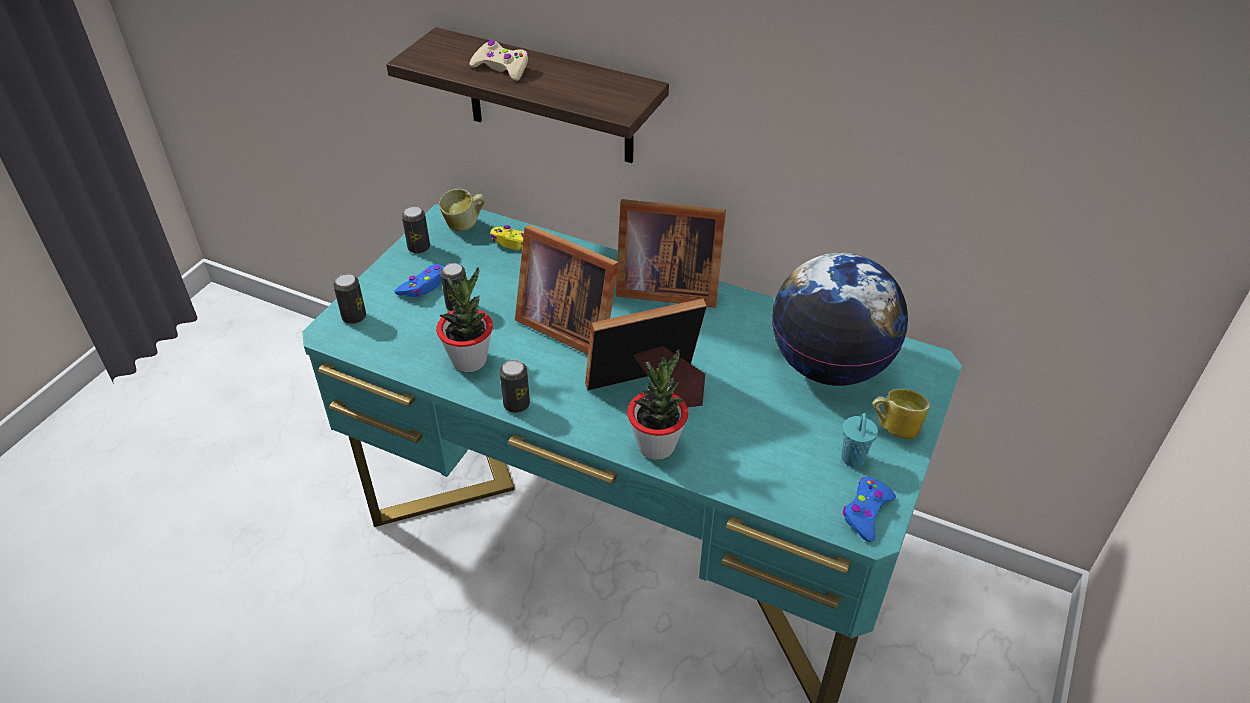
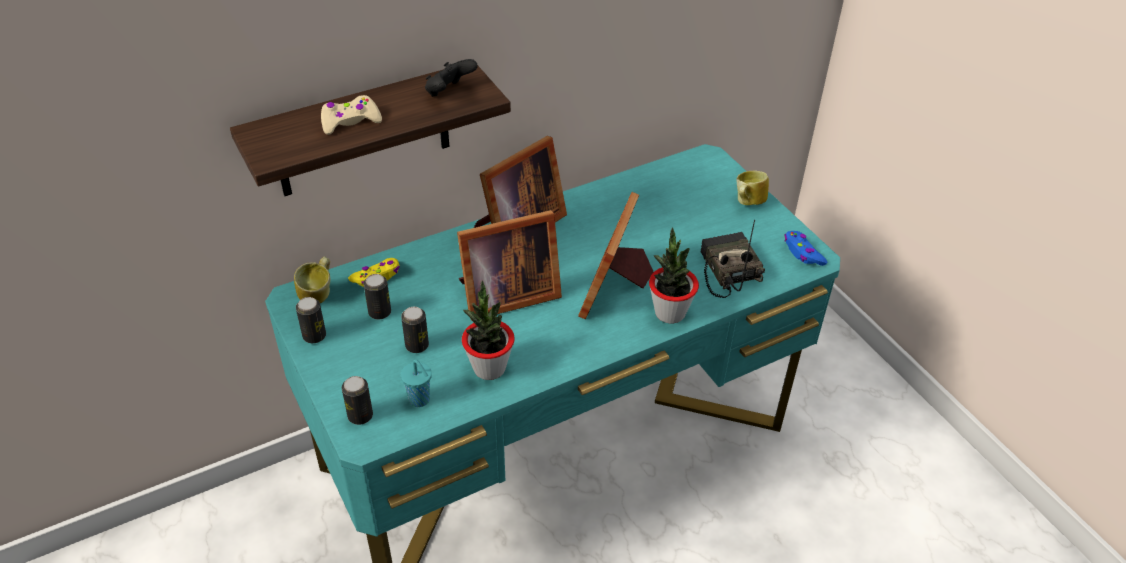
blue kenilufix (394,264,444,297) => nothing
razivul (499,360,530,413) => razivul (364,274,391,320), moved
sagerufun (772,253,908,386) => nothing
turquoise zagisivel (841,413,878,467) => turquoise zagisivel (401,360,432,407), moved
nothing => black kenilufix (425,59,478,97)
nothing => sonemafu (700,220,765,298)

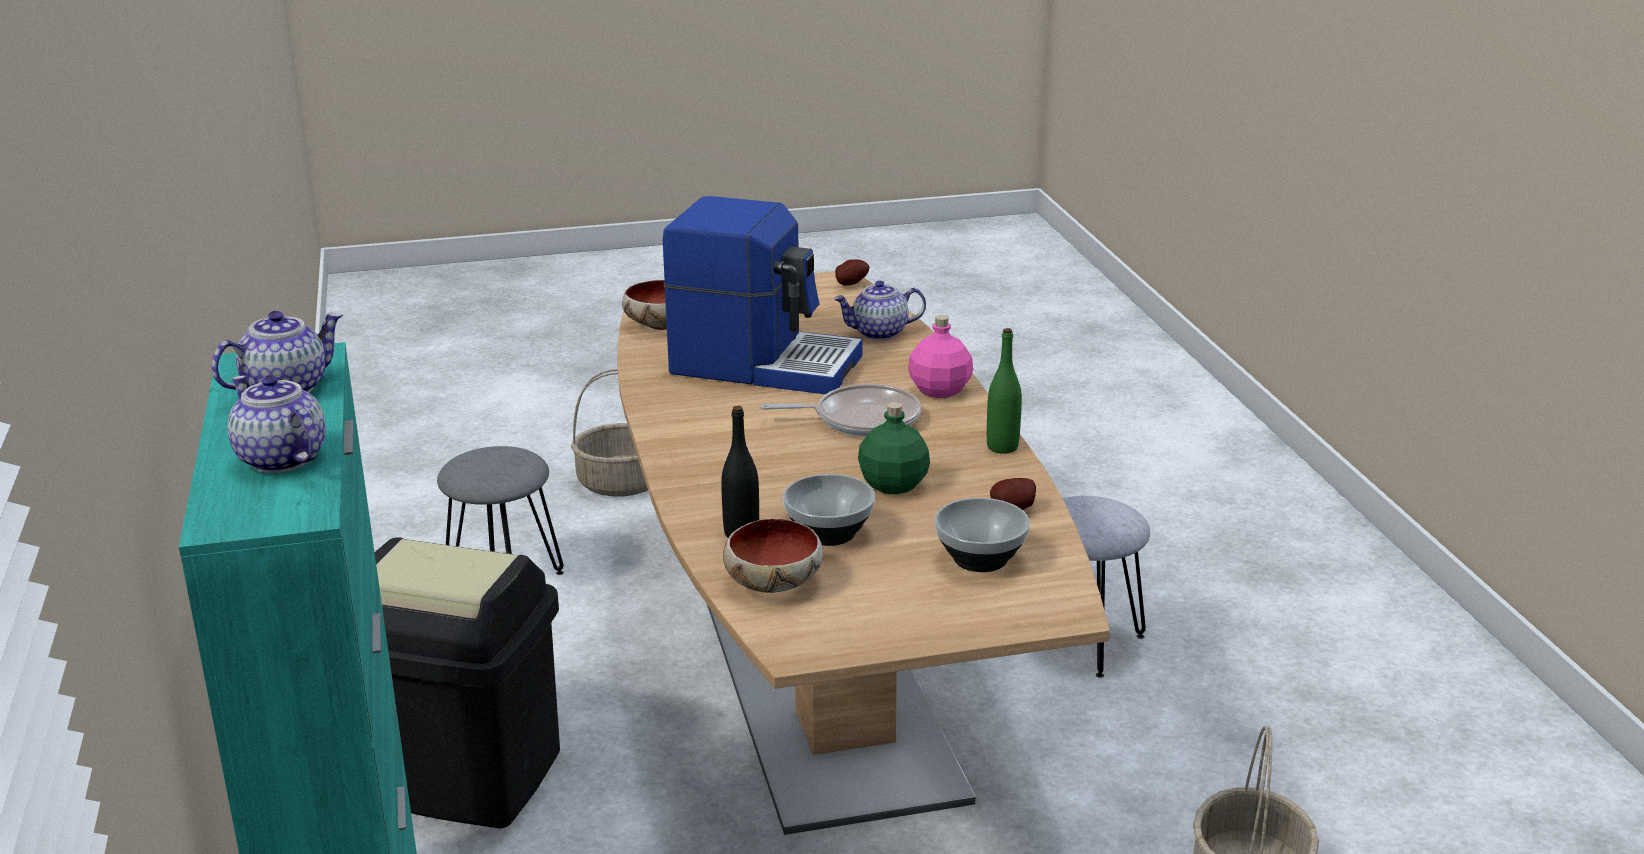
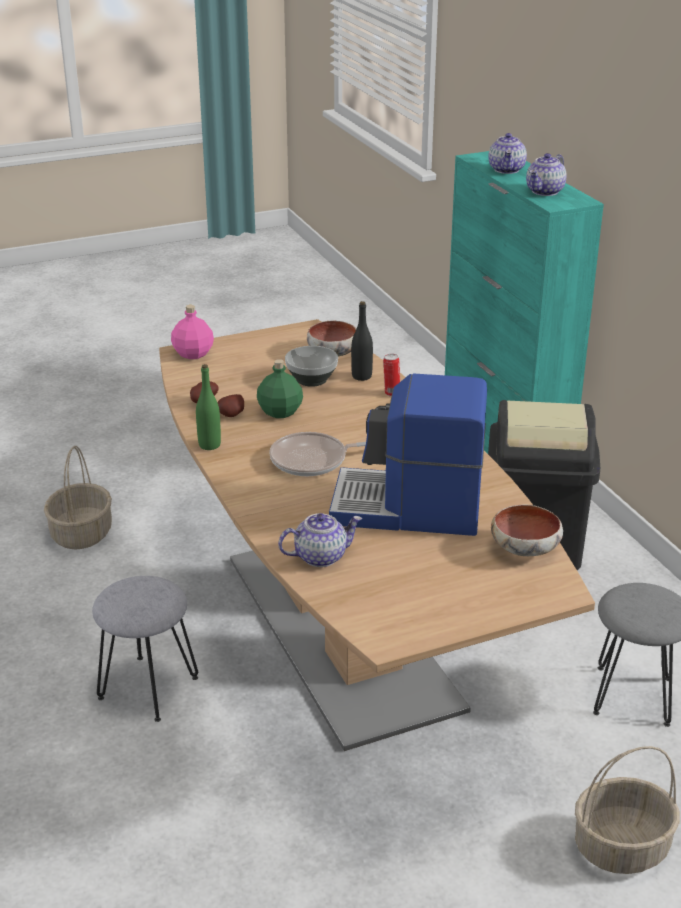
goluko (228,375,326,473) => goluko (488,133,527,174), 60 degrees clockwise
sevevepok (835,259,870,286) => sevevepok (217,394,244,417), moved
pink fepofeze (908,315,973,398) => pink fepofeze (171,305,214,359), moved
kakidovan (935,498,1030,572) => nothing
nothing => razivul (383,354,400,396)

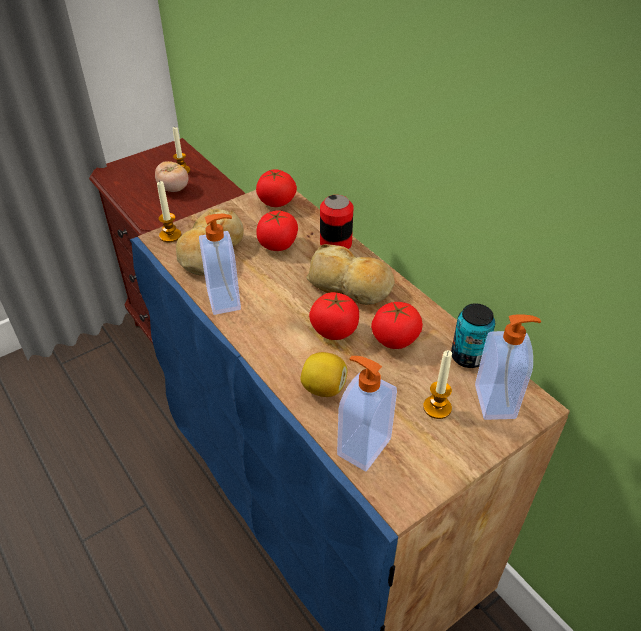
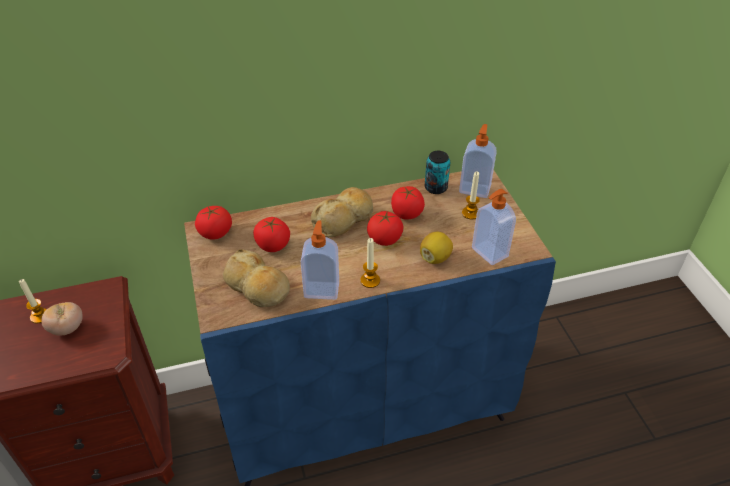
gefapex (157,181,181,242) => gefapex (360,238,380,288), moved
razivul (320,195,353,249) => nothing

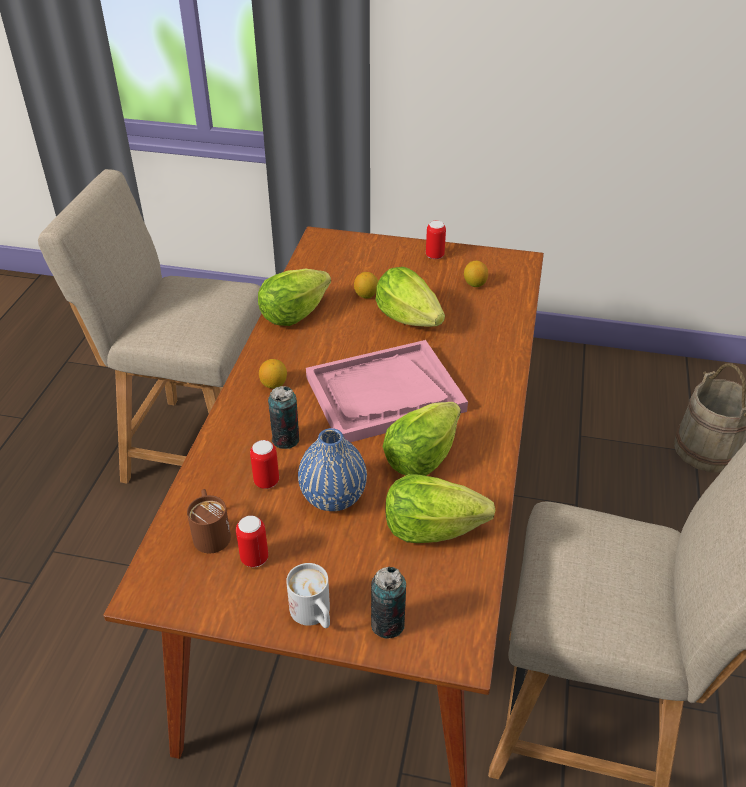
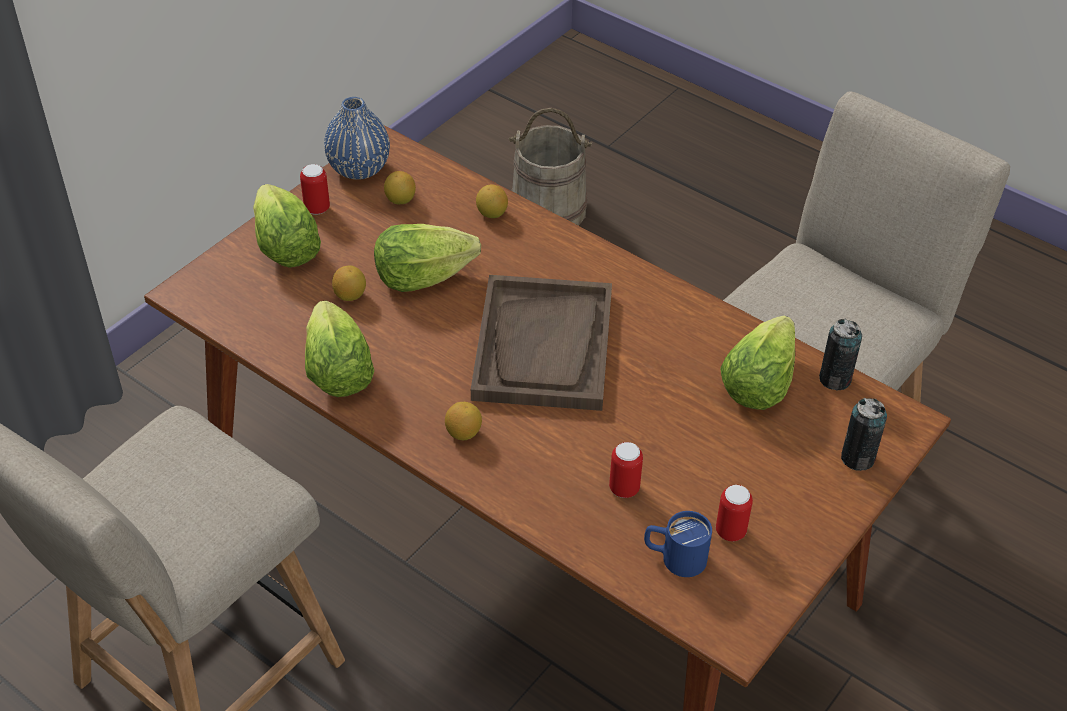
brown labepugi (187,489,231,553) => blue labepugi (644,511,712,577)
razivul (268,386,299,449) => razivul (819,319,862,390), moved
white labepugi (286,563,330,628) => nothing
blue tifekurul (298,428,367,511) => blue tifekurul (324,97,390,180), moved
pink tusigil (306,340,468,442) => brown tusigil (471,275,612,411)
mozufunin (383,402,461,476) => mozufunin (253,184,321,268), moved
nothing => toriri (476,184,508,218)

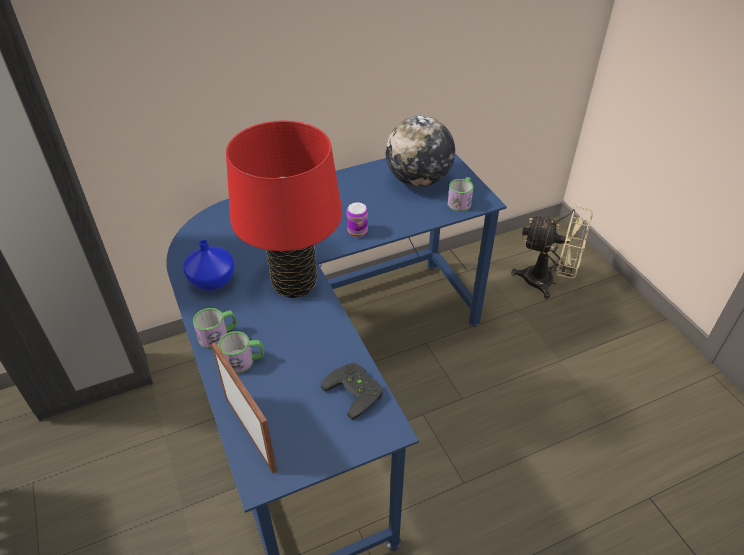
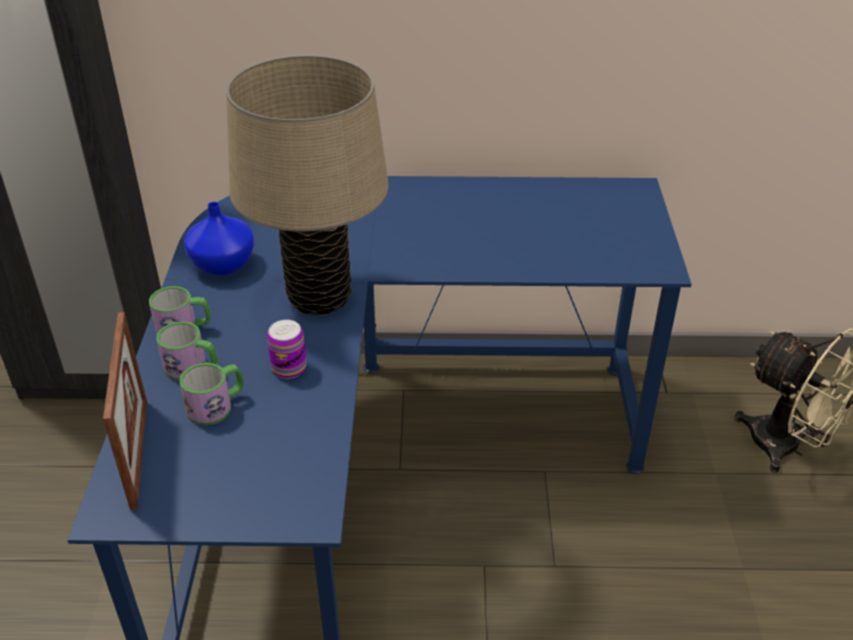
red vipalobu (226,121,342,298) => beige vipalobu (226,55,389,315)
black kenilufix (321,362,383,420) => nothing
razivul (347,202,368,237) => razivul (267,320,307,379), moved
sagerufun (385,116,455,187) => nothing
labepugi (448,177,474,212) => labepugi (180,363,244,425), moved

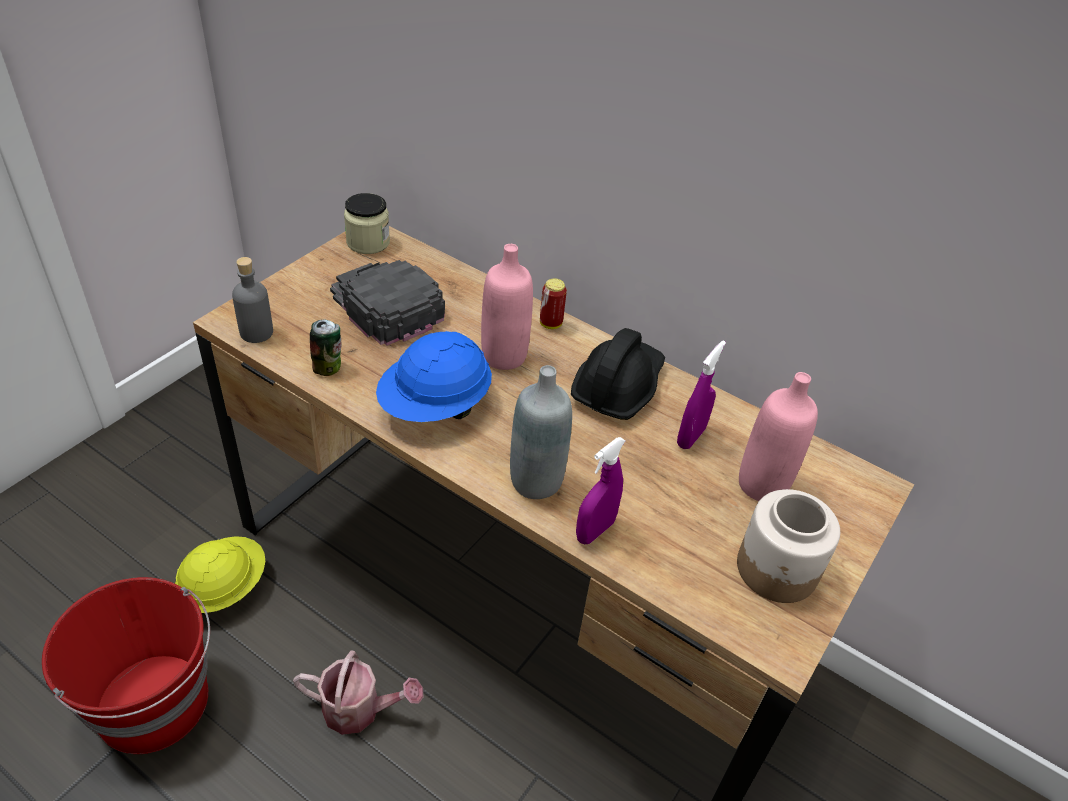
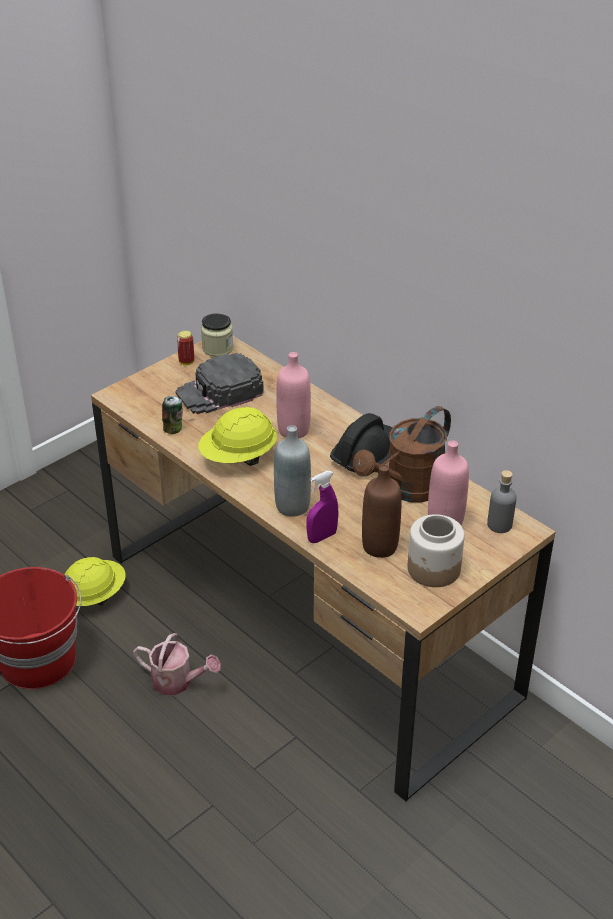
grey fepofeze (232,257,273,343) => grey fepofeze (487,470,517,533), moved
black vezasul (330,260,445,346) => black vezasul (175,353,264,414), 90 degrees counterclockwise
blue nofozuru (376,331,492,422) => yellow nofozuru (199,407,277,466)
razivul (540,278,567,329) => razivul (177,331,194,365), moved
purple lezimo (677,341,726,449) => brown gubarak (353,406,451,502)
nothing => brown fepofeze (362,464,401,558)

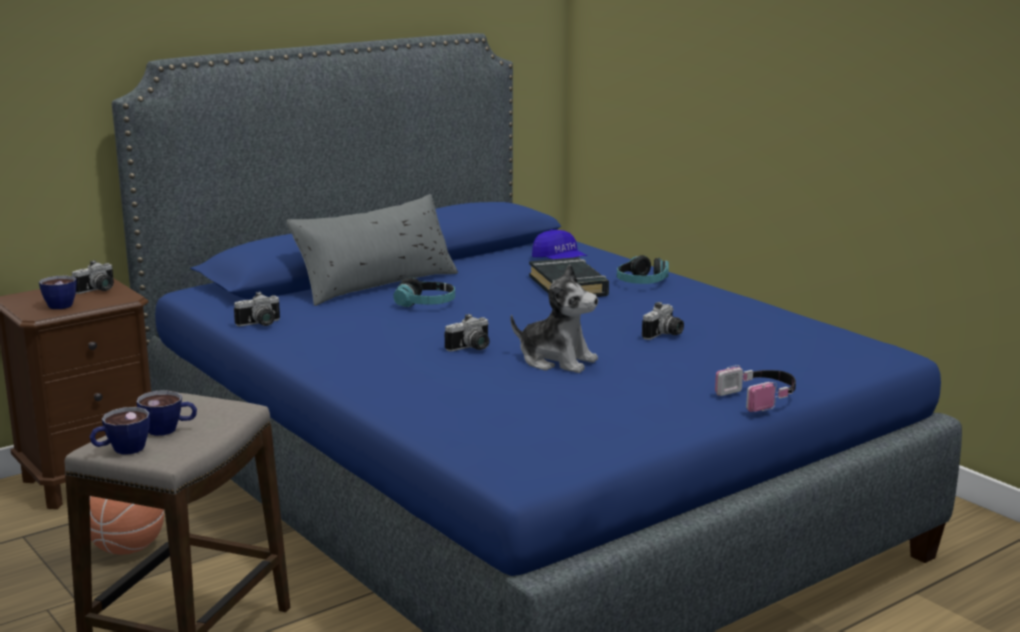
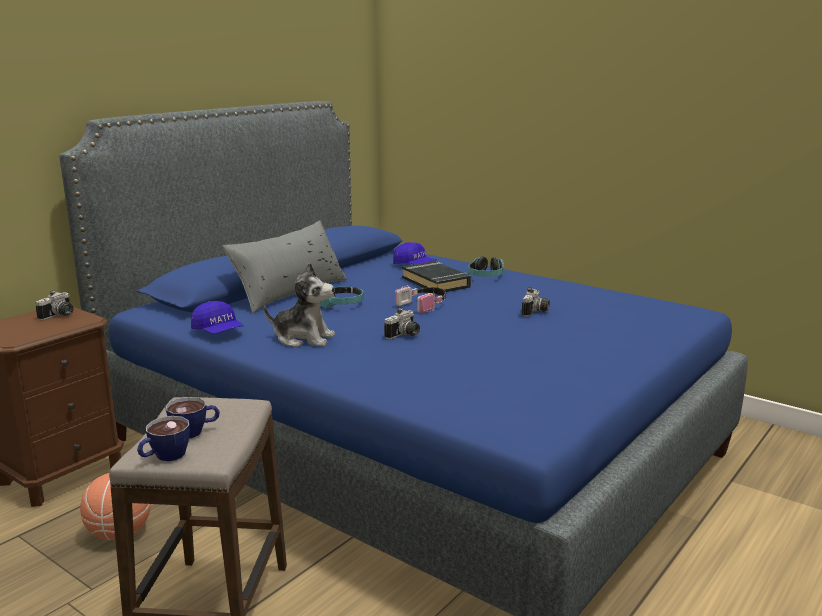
zagisivel (39,276,77,309) => nothing
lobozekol (234,292,280,326) => blue vezasul (191,301,244,334)
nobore (511,264,598,373) => nobore (264,262,335,347), moved
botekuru (715,365,796,412) => botekuru (395,285,446,313), moved

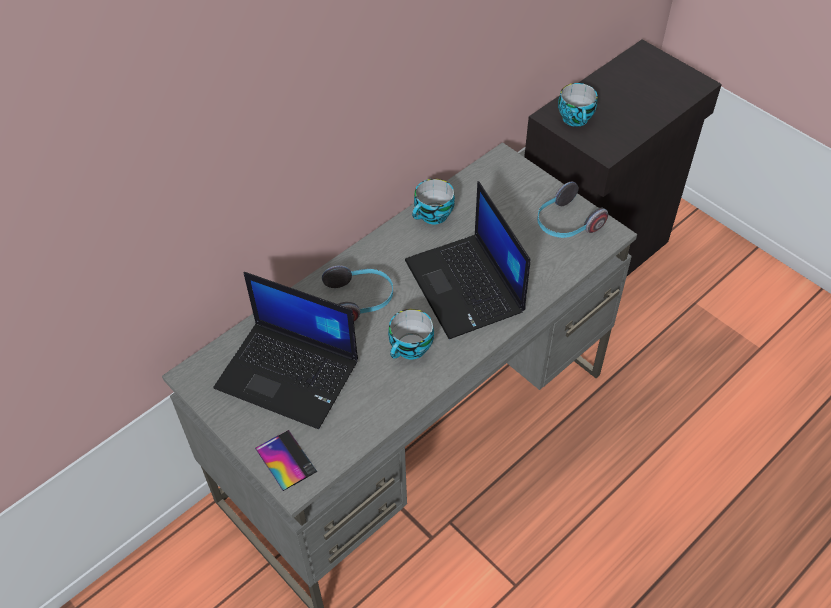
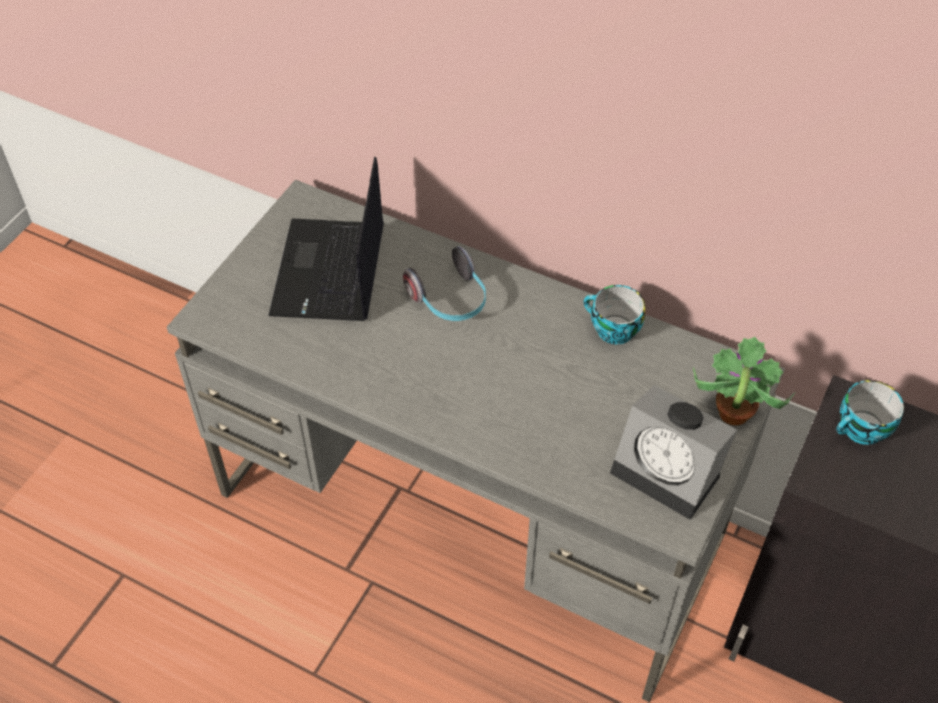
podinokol (255,430,317,491) => nothing
zagisivel (388,309,434,359) => nothing
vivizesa (405,181,530,339) => nothing
botekuru (537,182,608,238) => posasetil (610,385,737,520)
nothing => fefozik (693,337,795,426)

